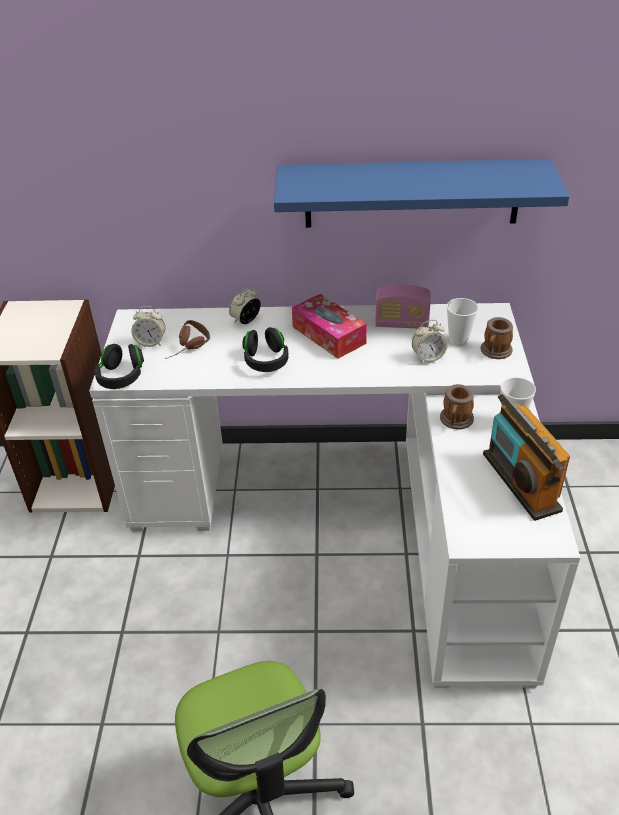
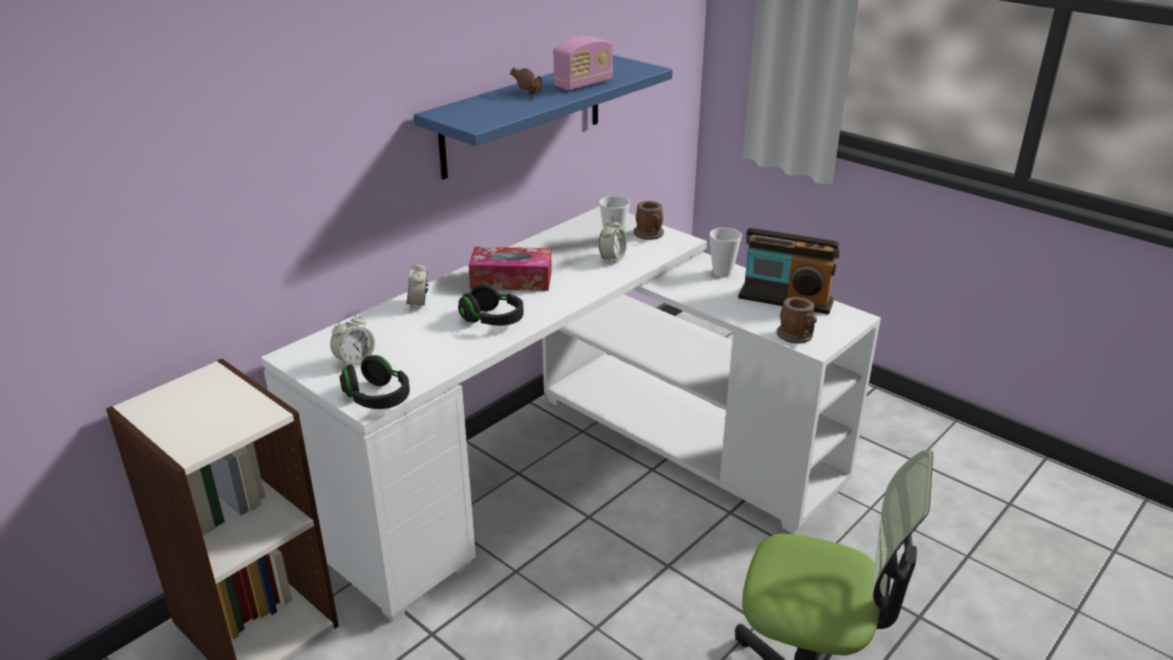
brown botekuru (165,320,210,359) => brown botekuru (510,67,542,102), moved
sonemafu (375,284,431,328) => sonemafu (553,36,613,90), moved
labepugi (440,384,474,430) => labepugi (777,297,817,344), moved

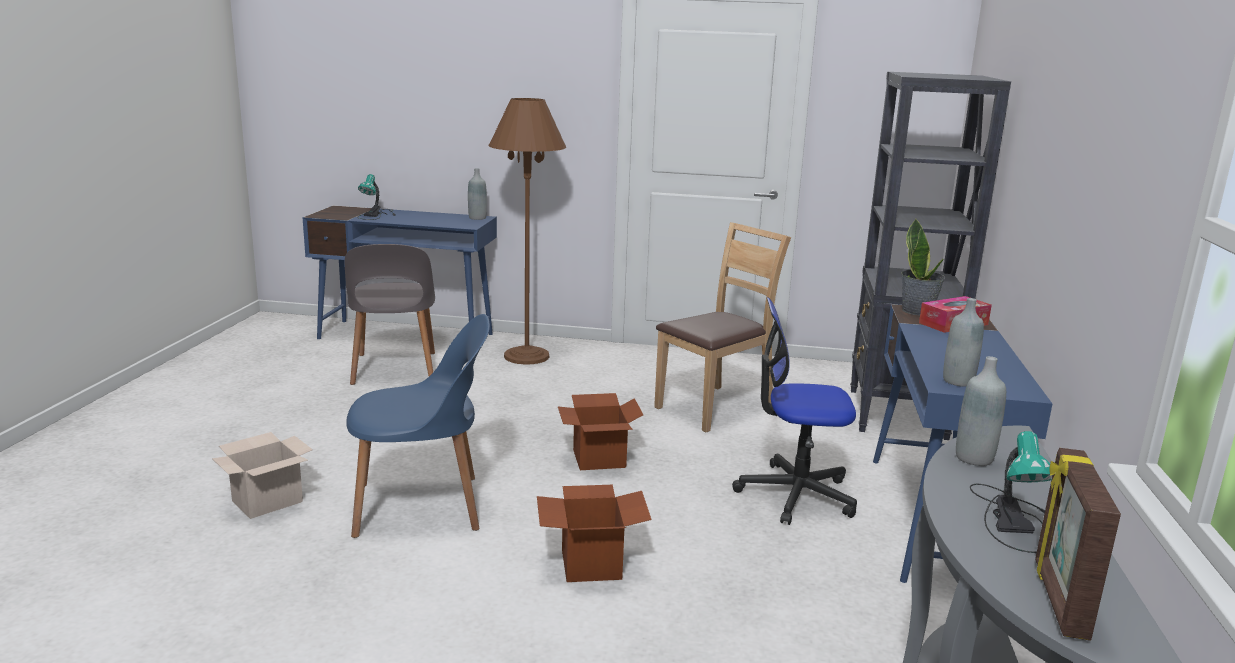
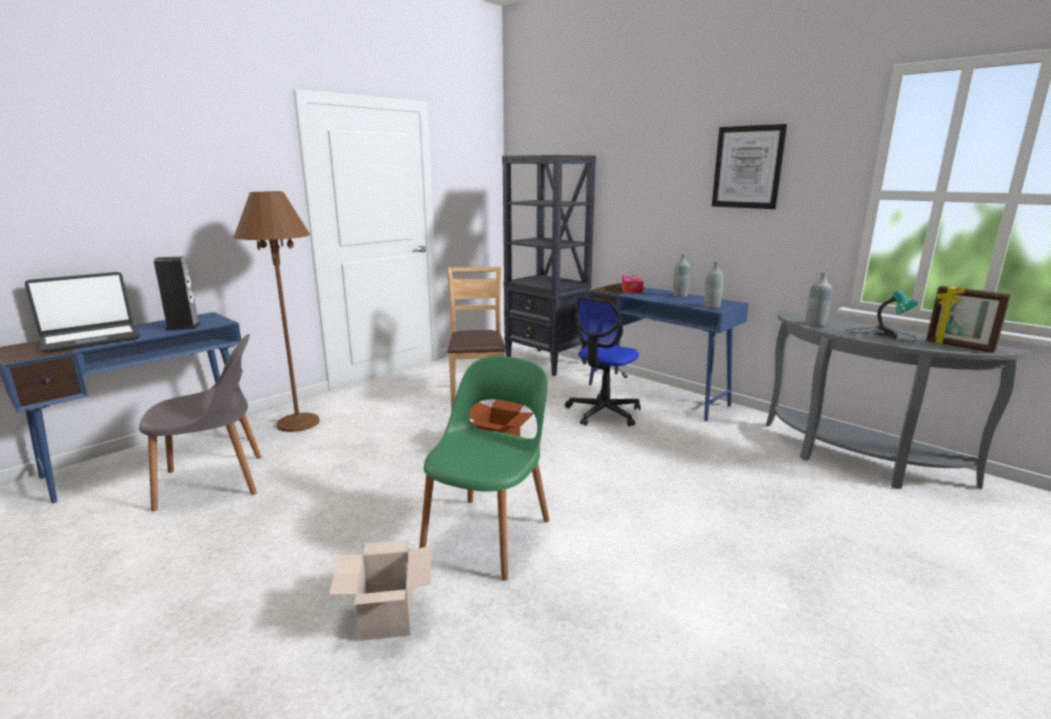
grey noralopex (345,244,435,385) => grey noralopex (139,334,262,511), 45 degrees counterclockwise
blue noralopex (346,314,490,538) => green noralopex (419,356,550,581)
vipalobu (357,174,396,220) => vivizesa (25,272,140,353)
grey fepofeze (468,168,487,220) => grey fepofeze (673,254,690,297), moved
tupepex (537,485,651,582) => nothing
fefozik (901,218,945,316) => nothing
nothing => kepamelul (154,256,201,330)
nothing => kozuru (712,124,787,209)

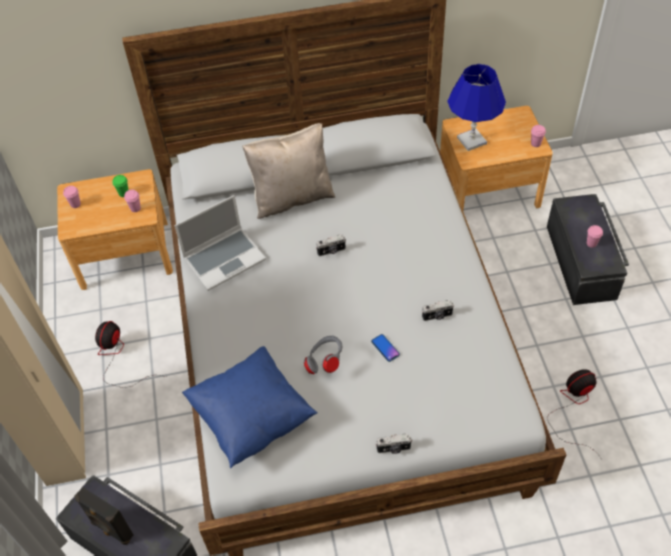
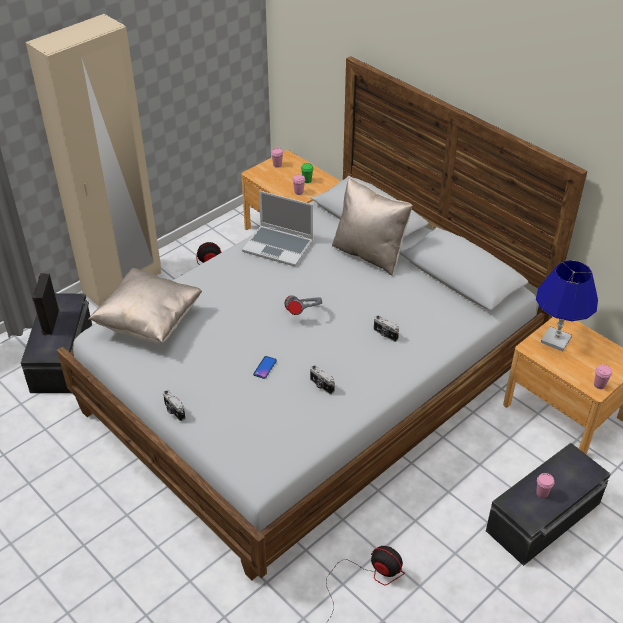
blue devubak (182,346,317,468) => beige devubak (88,268,202,343)
grey botekuru (304,336,342,374) => grey botekuru (285,296,322,315), moved
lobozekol (316,235,346,256) => lobozekol (374,315,399,342), moved

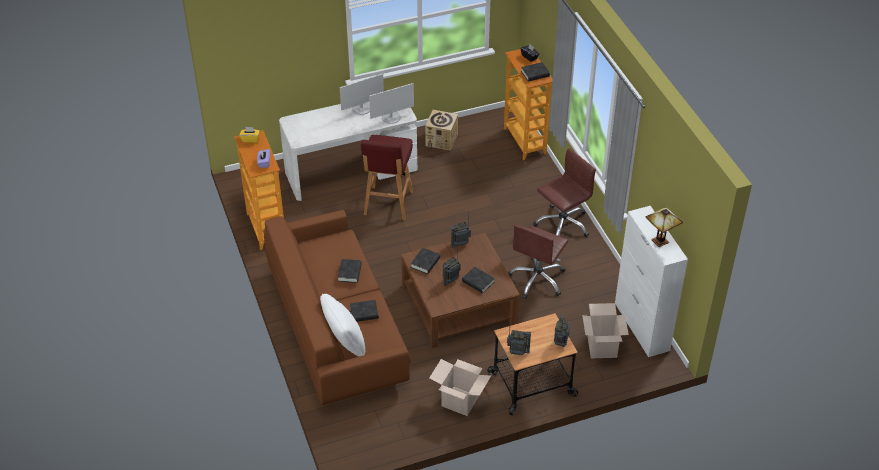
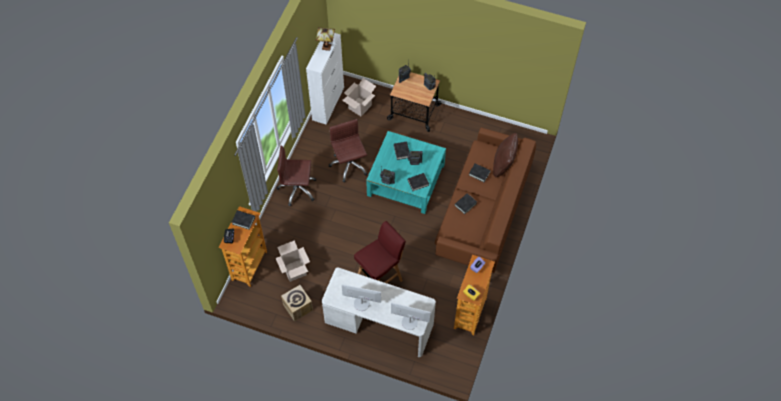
white devubak (320,294,365,356) => brown devubak (493,133,518,178)
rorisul (369,83,414,124) => rorisul (391,302,430,330), moved
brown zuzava (401,233,519,348) => turquoise zuzava (366,131,446,214)
tupepex (429,359,491,416) => tupepex (276,240,310,282), moved
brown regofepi (508,224,568,299) => brown regofepi (329,119,368,182), 90 degrees counterclockwise

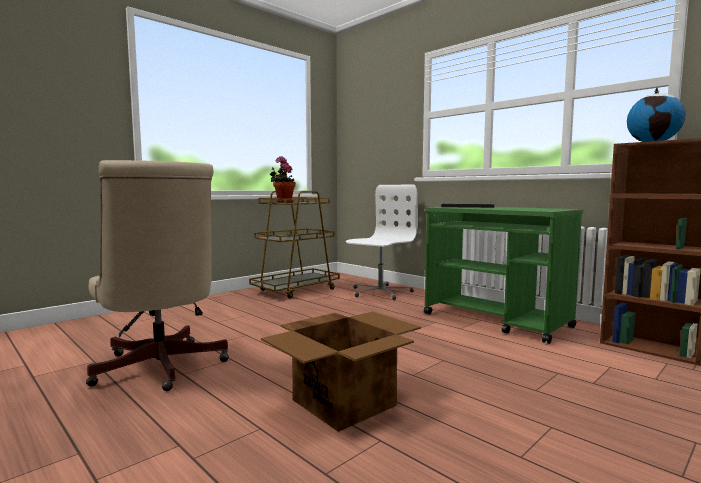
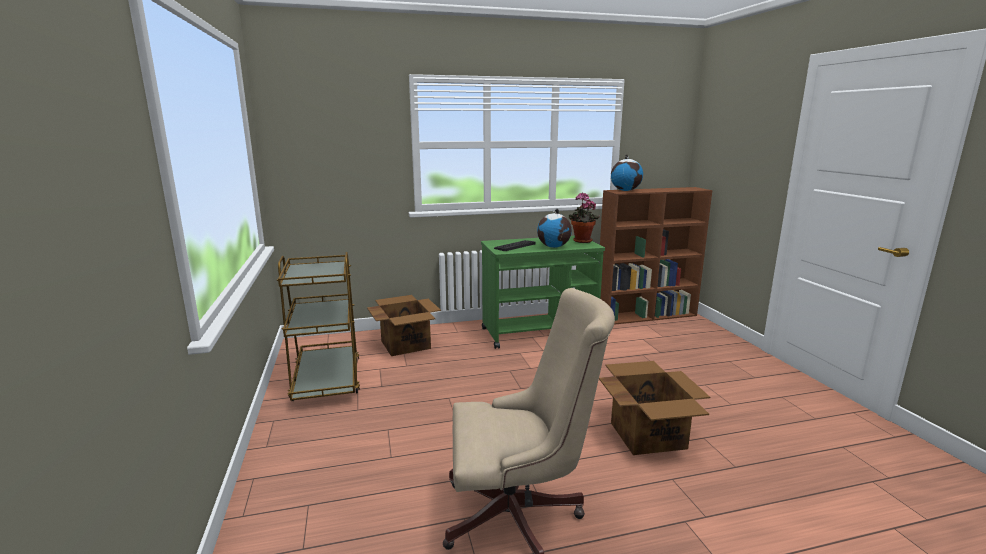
fefozik (270,156,296,203) => fefozik (569,193,600,243), moved
white regofepi (346,185,418,300) => tupepex (367,295,441,356)
nothing => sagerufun (537,209,572,248)

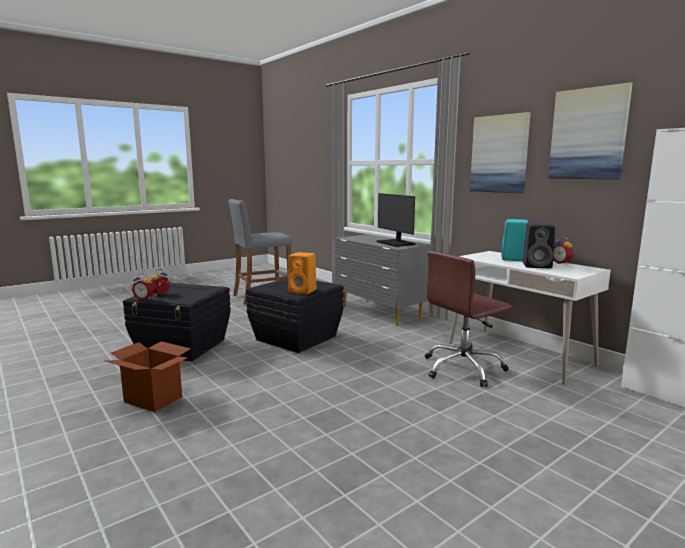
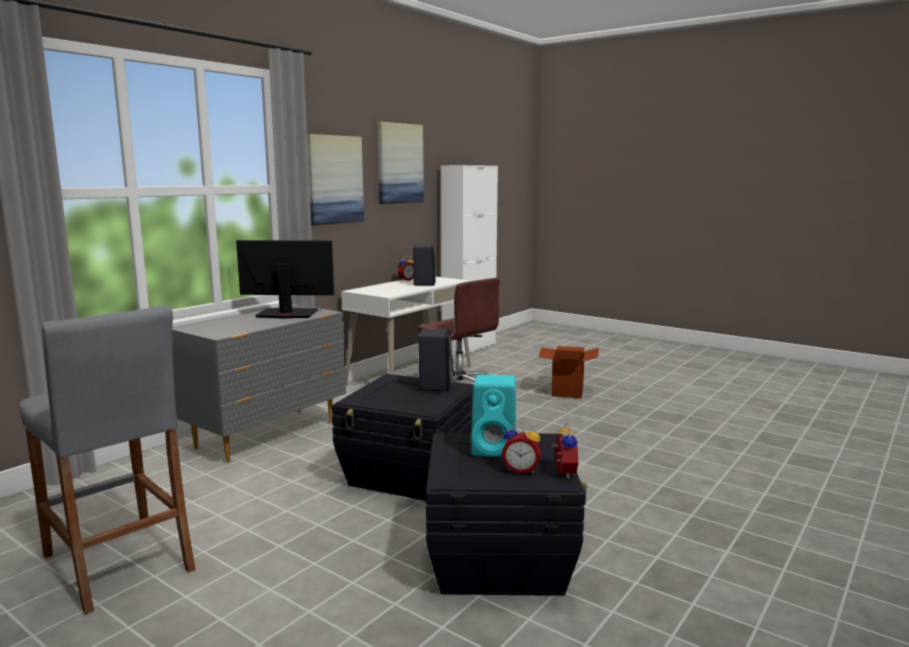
tupepex (104,341,191,412) => tupepex (538,346,599,399), moved
orange kepamelul (288,252,316,294) => black kepamelul (418,329,453,391)
rorisul (376,193,416,247) => rorisul (236,240,334,318), 135 degrees counterclockwise
turquoise kepamelul (501,219,528,261) => turquoise kepamelul (471,374,516,457), moved

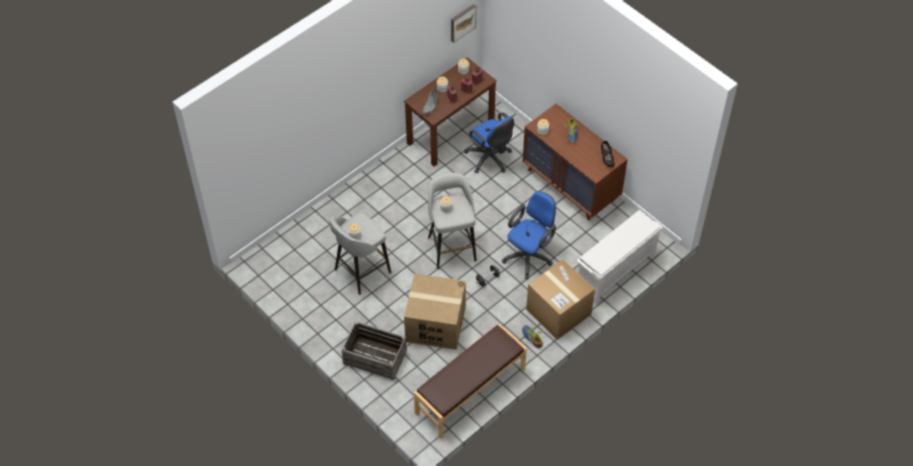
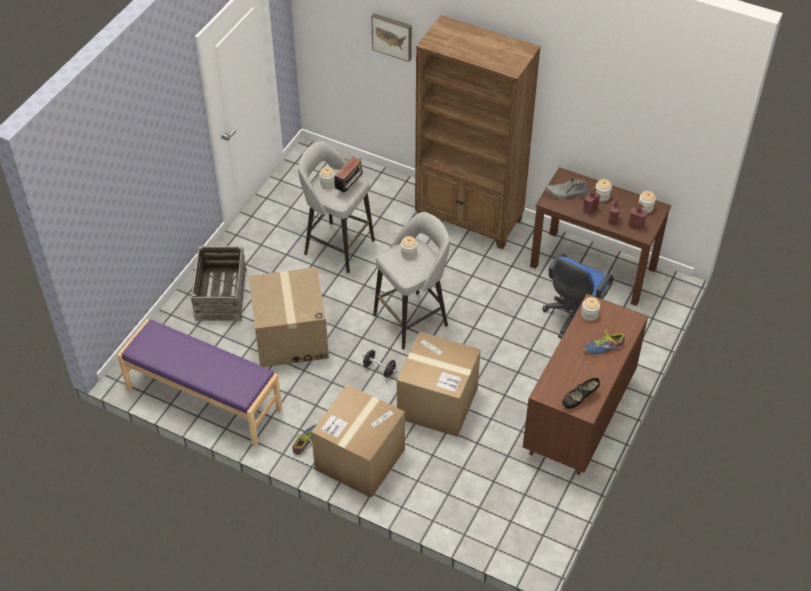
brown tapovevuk (414,324,527,439) => purple tapovevuk (117,319,282,447)
kozuru (451,4,476,43) => kozuru (371,14,412,62), moved
blue regofepi (502,191,556,279) => tupepex (397,332,481,437)
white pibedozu (576,210,663,305) => nothing
nothing => sonemafu (334,156,365,192)
nothing => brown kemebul (415,15,541,249)

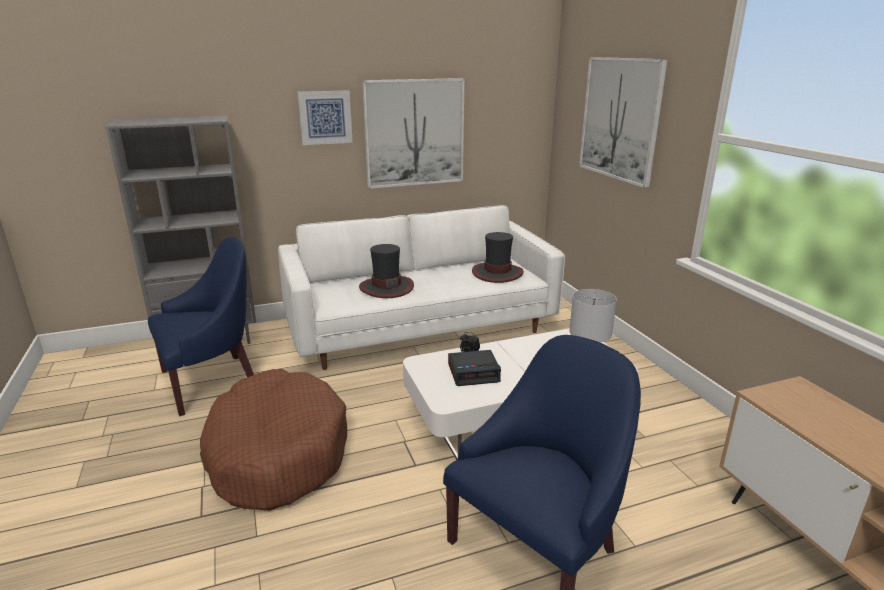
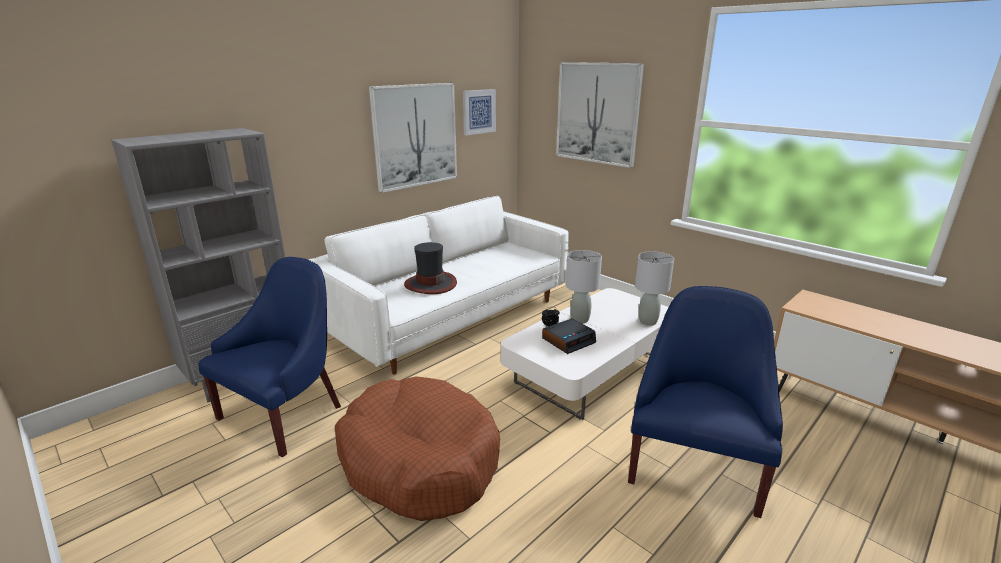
kozuru (297,91,353,145) => kozuru (463,89,496,135), moved
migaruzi (472,232,524,283) => nothing
nothing => grey vipalobu (566,250,602,324)

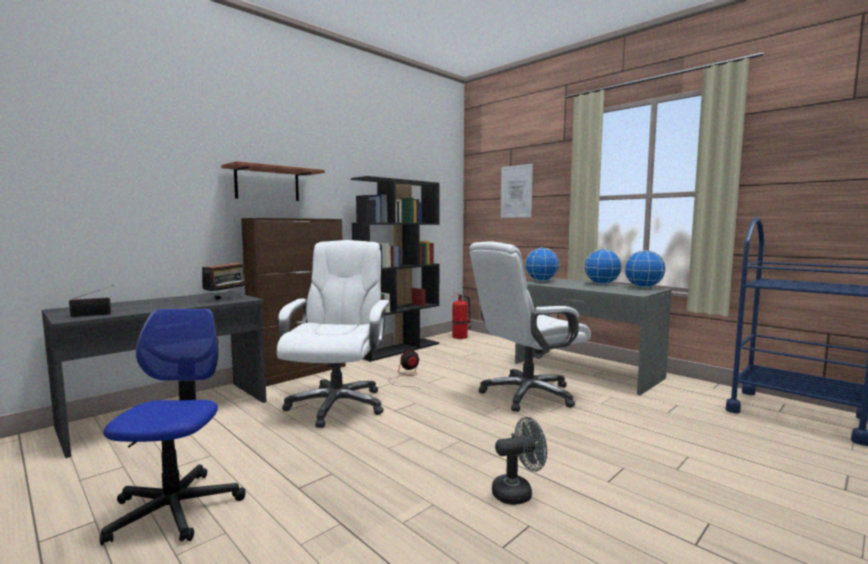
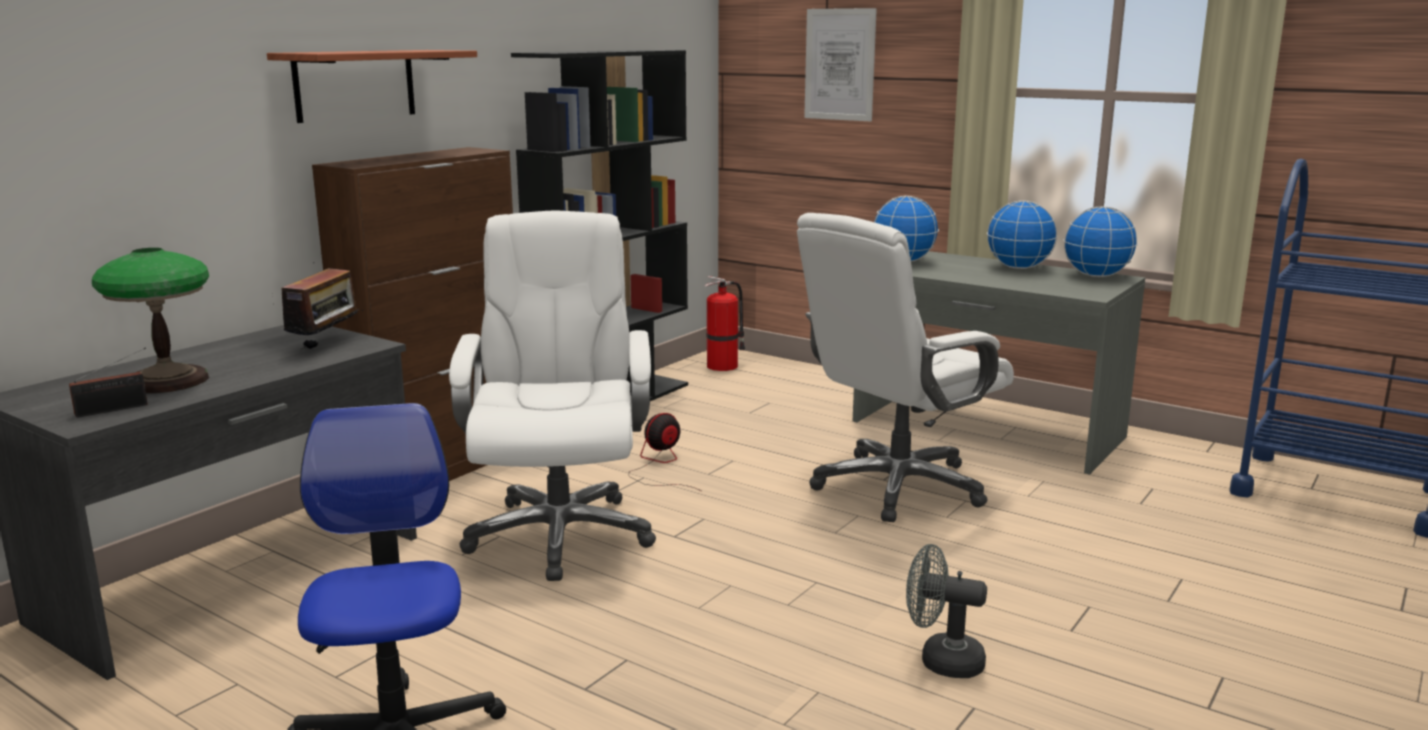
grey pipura (492,417,547,505) => grey pipura (906,544,987,678), 135 degrees counterclockwise
nothing => vipalobu (92,248,209,393)

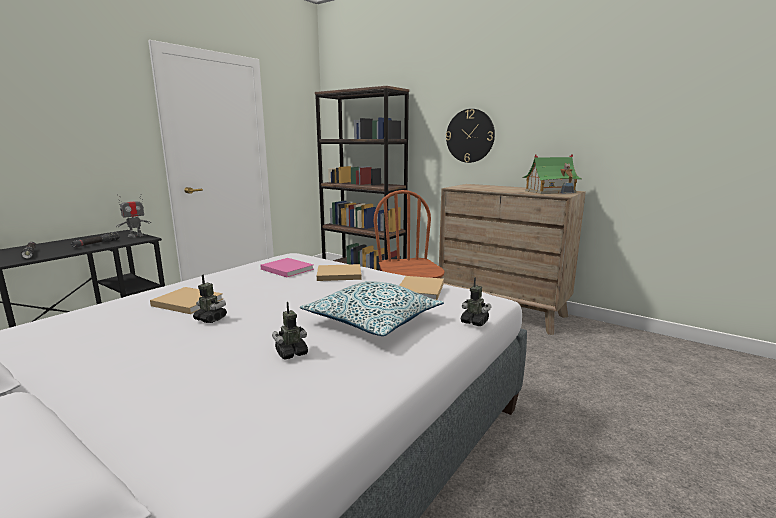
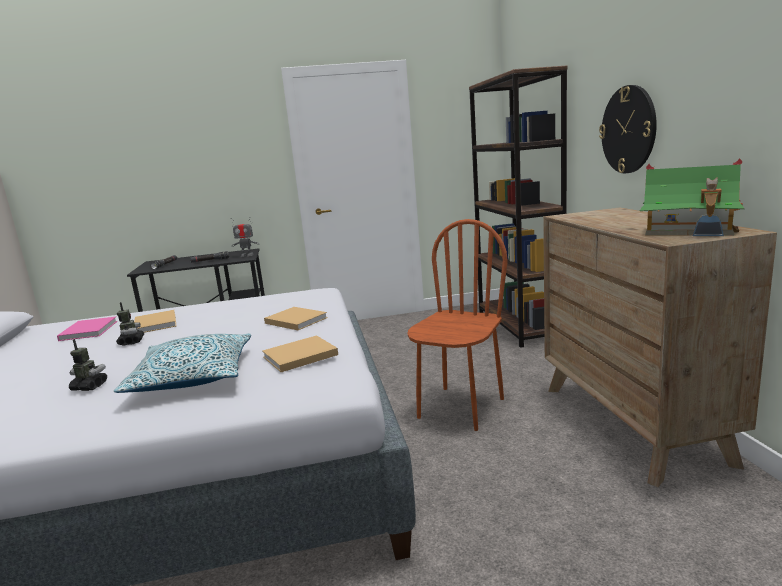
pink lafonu (260,258,314,277) => pink lafonu (57,317,117,341), moved
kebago (461,277,492,326) => nothing

